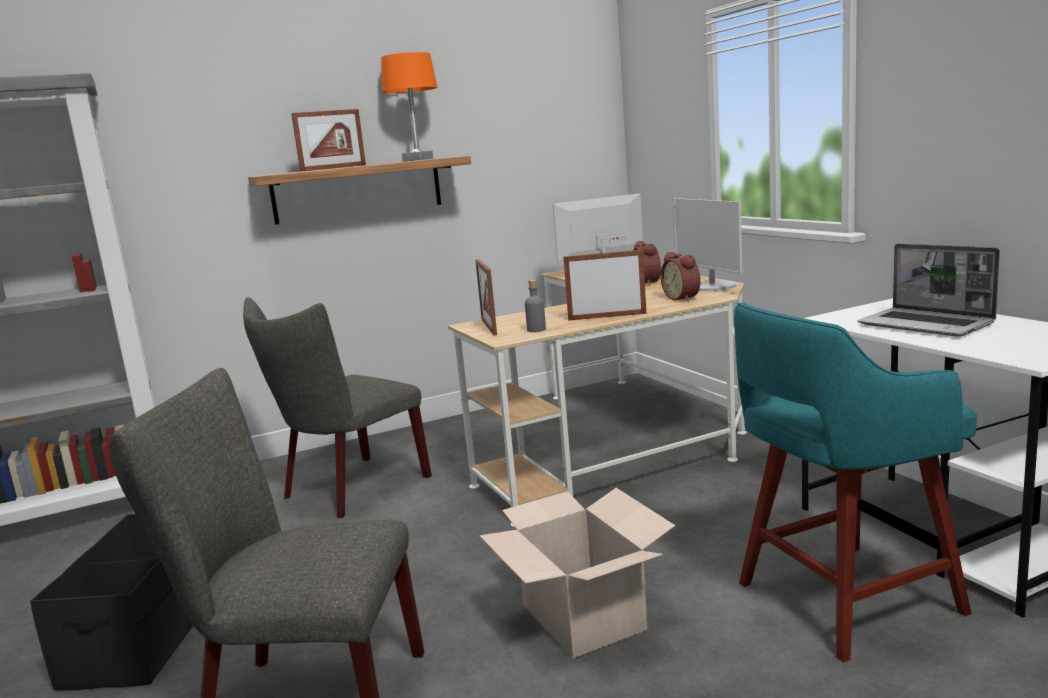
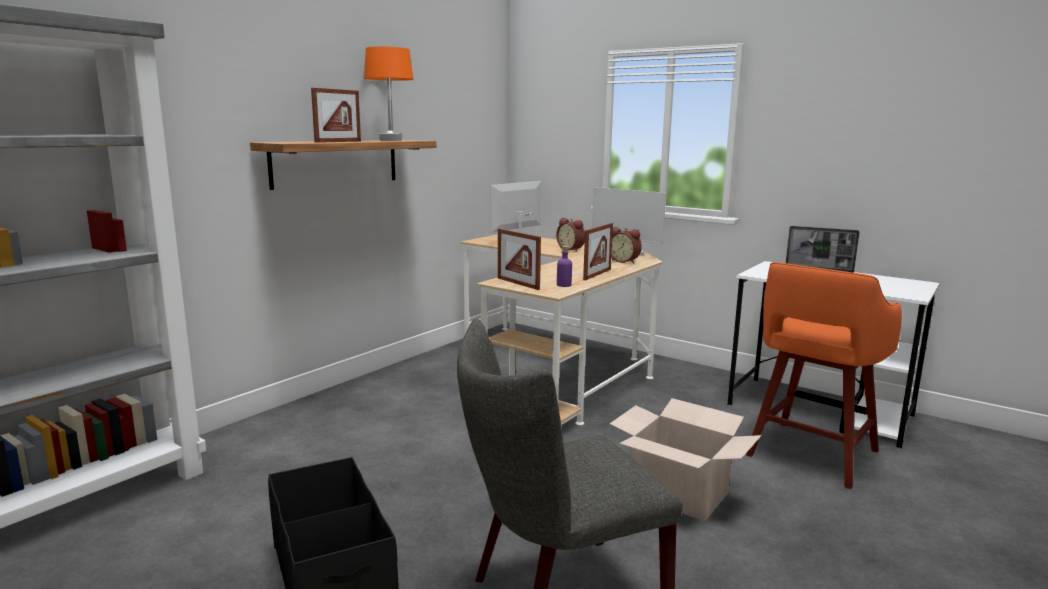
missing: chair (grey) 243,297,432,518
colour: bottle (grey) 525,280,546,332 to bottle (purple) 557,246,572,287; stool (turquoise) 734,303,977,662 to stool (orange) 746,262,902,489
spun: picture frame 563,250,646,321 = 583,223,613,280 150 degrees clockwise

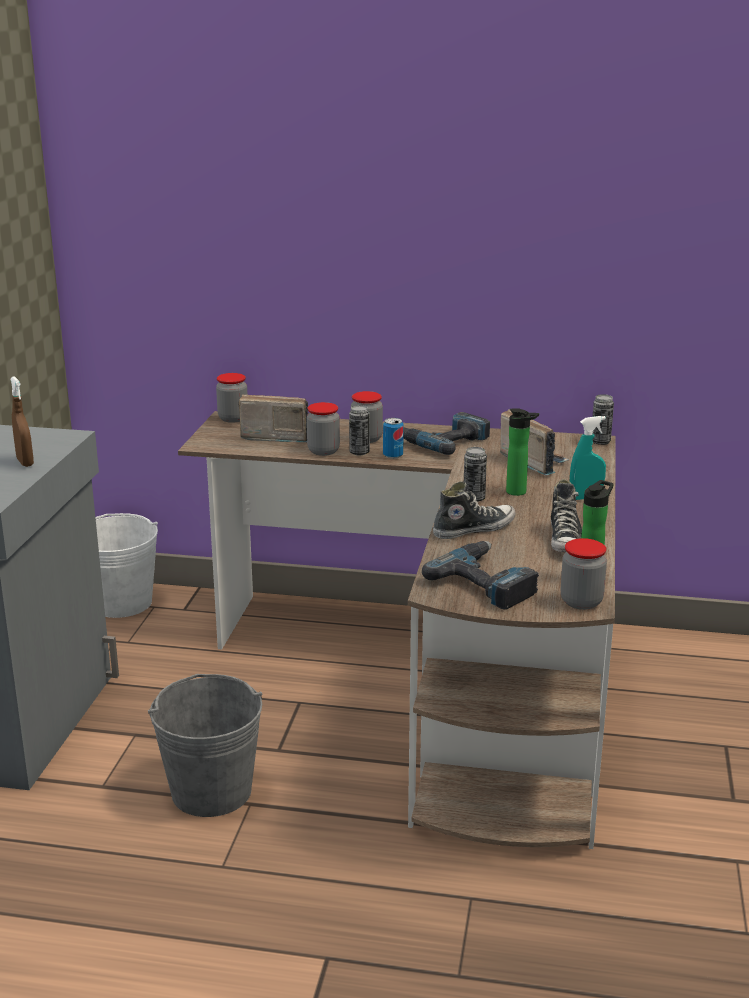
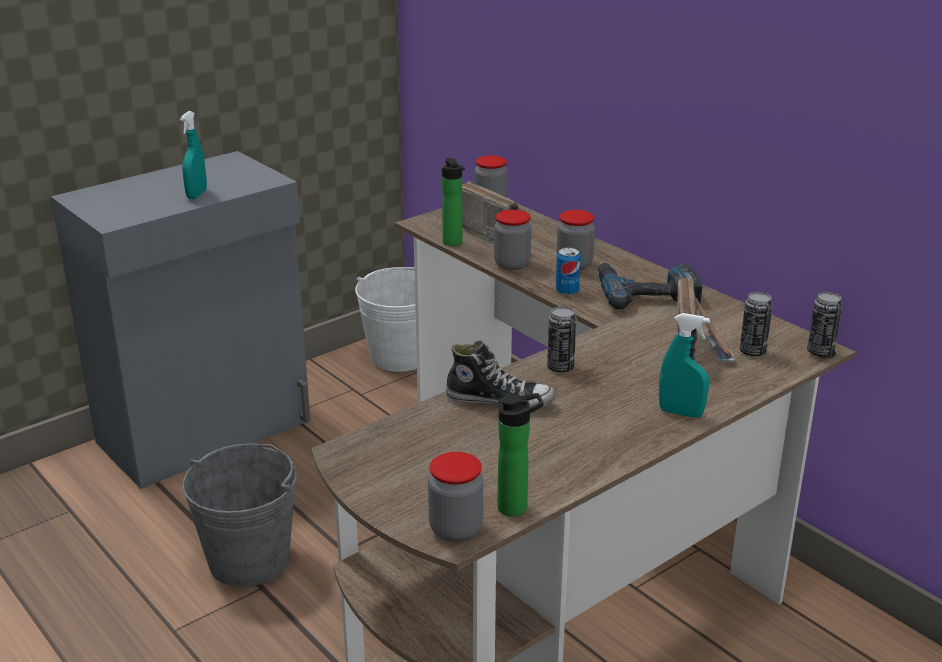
missing: power drill 422,541,539,609; shoe 551,479,582,552
relocated: can 349,405,370,455 to 740,292,773,356; bottle 506,408,539,496 to 442,158,465,246
colour: spray bottle (brown) 10,376,34,467 to spray bottle (turquoise) 180,111,207,199

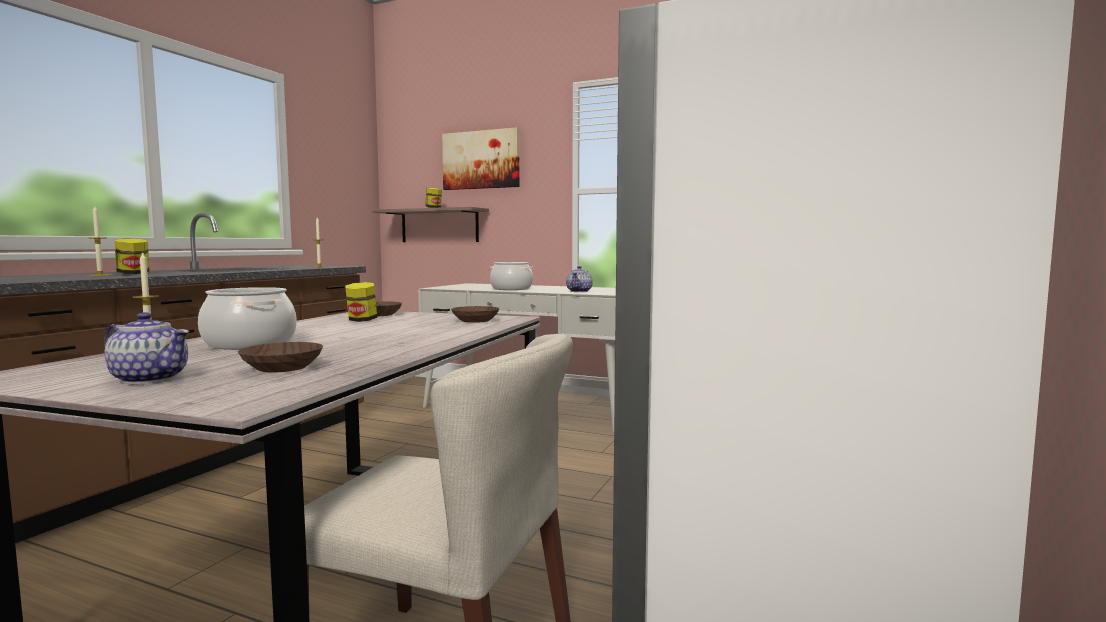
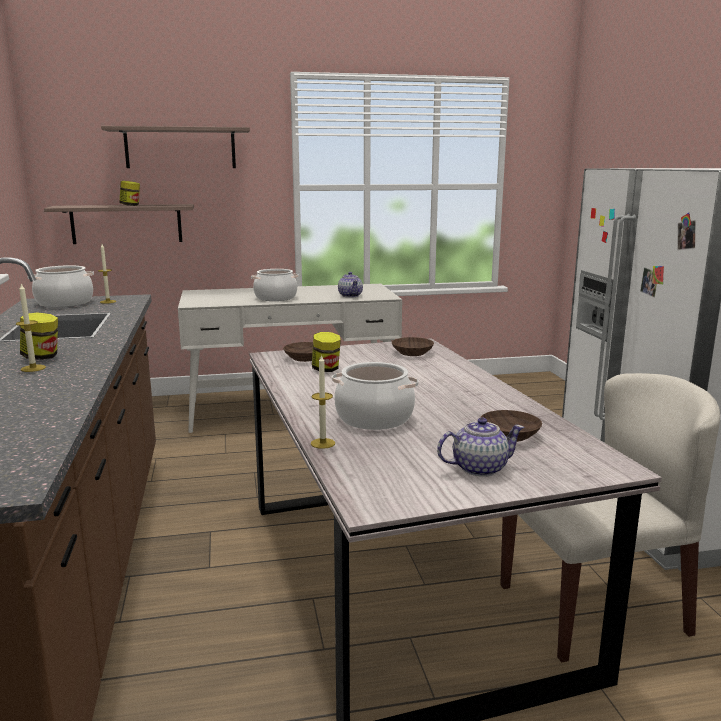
appeared: cooking pot 28,266,94,307
exchanged: picture 442,127,520,190 to shelf 101,126,250,168

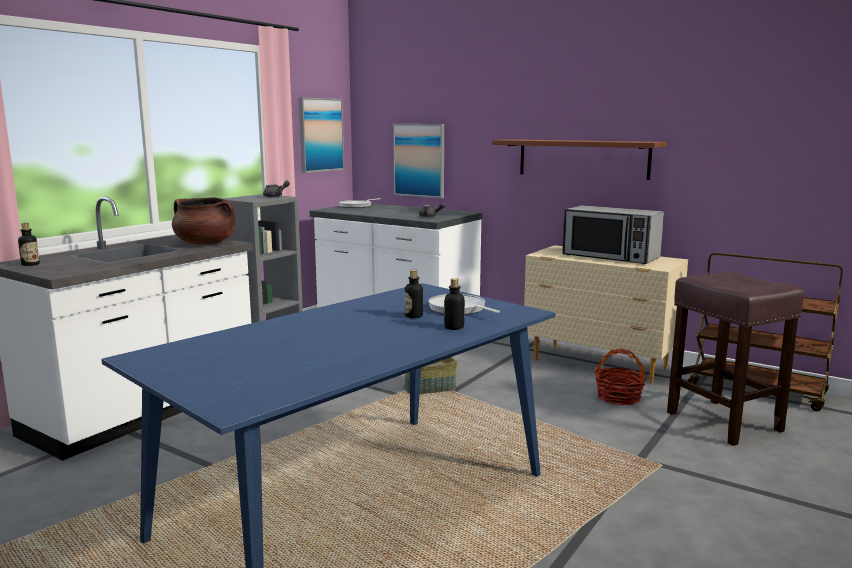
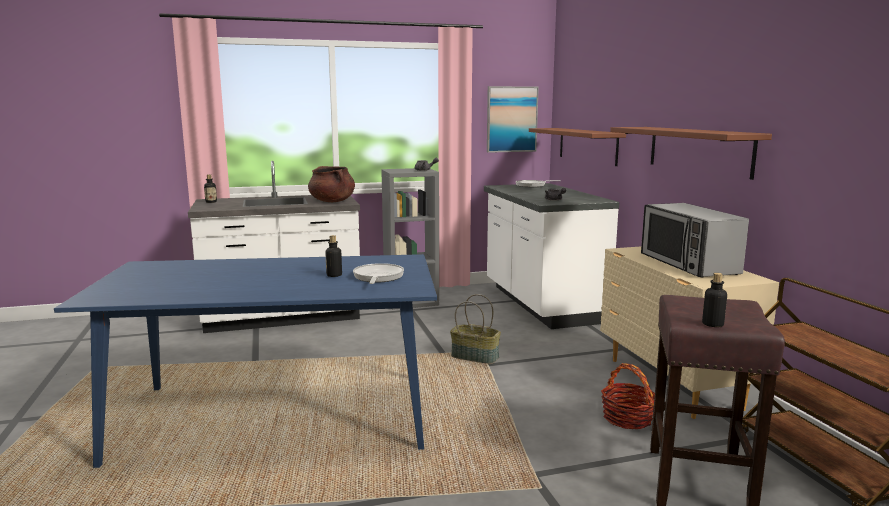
relocated: bottle 444,278,465,330 to 702,273,727,327
exchanged: picture 393,124,444,198 to shelf (brown) 529,128,626,166

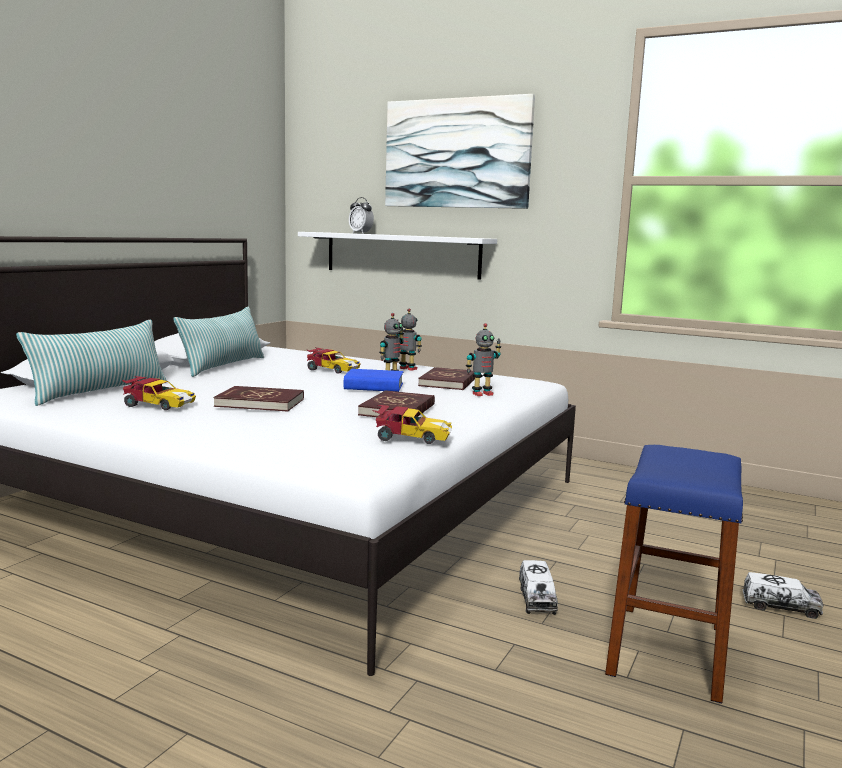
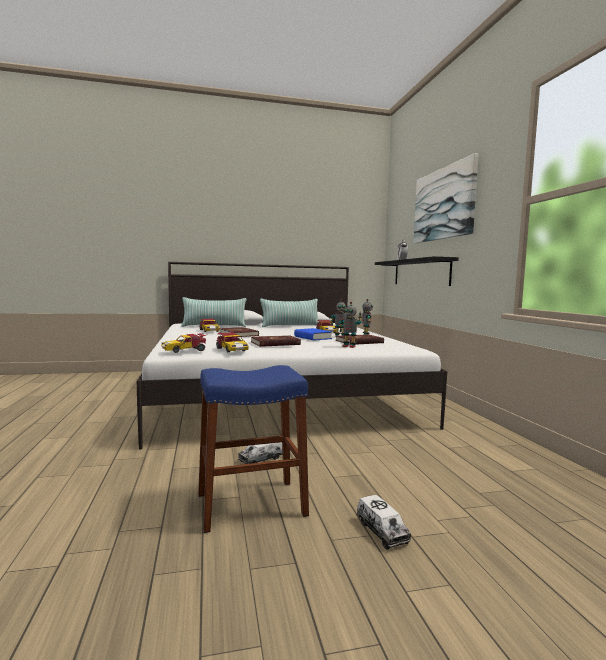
appeared: toy car 161,333,206,353
colour: shelf (white) 298,232,497,280 to shelf (black) 375,256,459,286

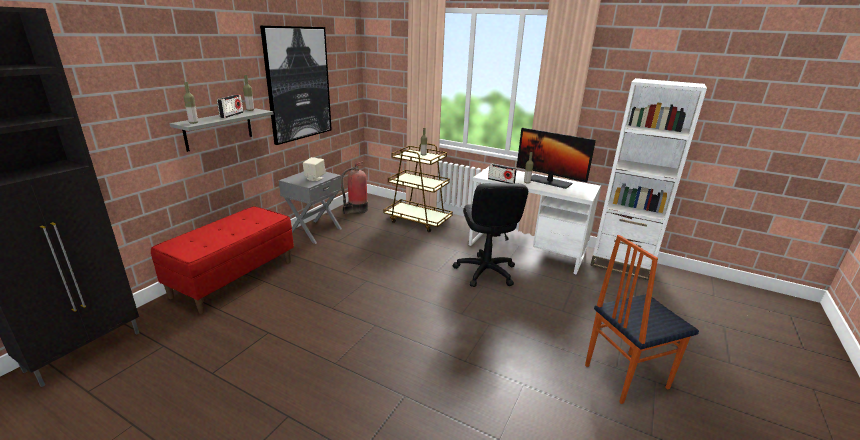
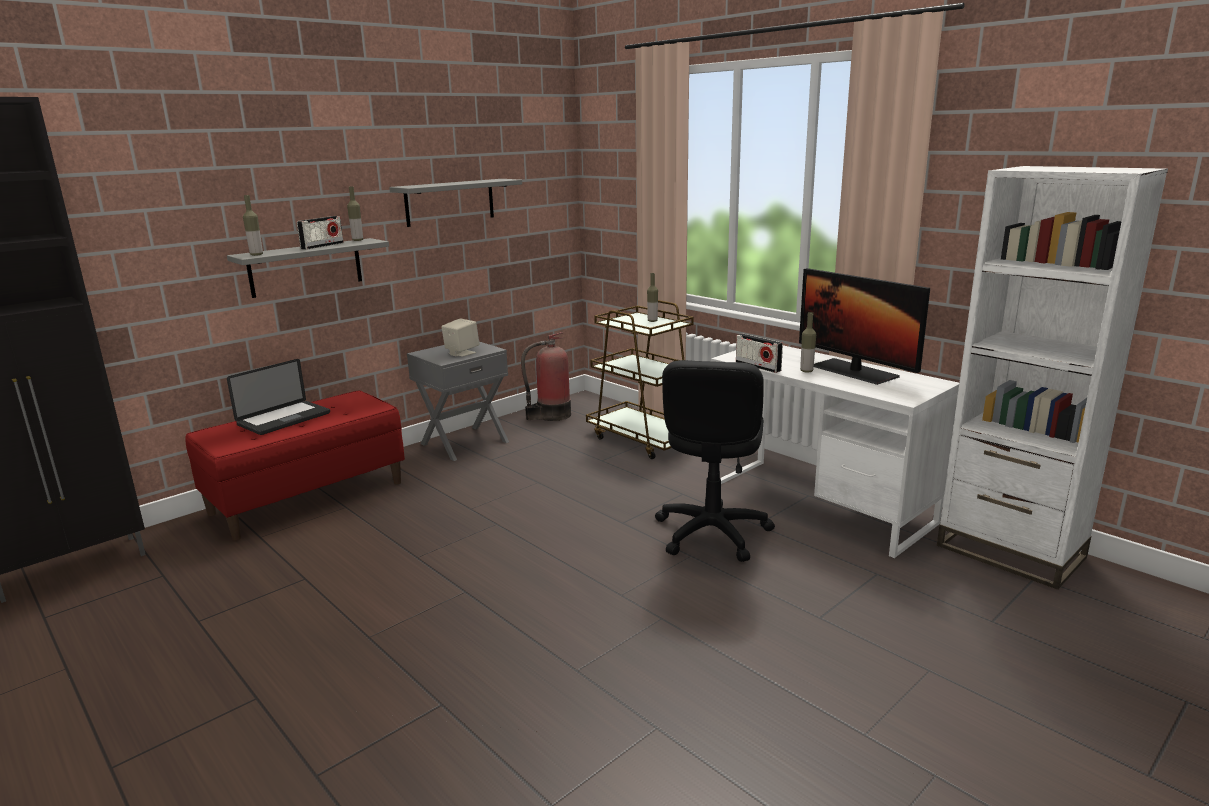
missing: chair 585,235,699,404
appeared: laptop 227,359,330,435
exchanged: picture 260,26,332,145 to shelf (grey) 389,179,522,227

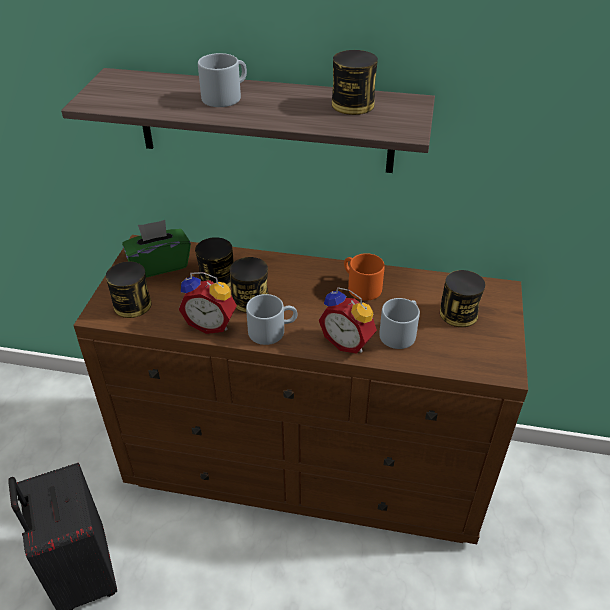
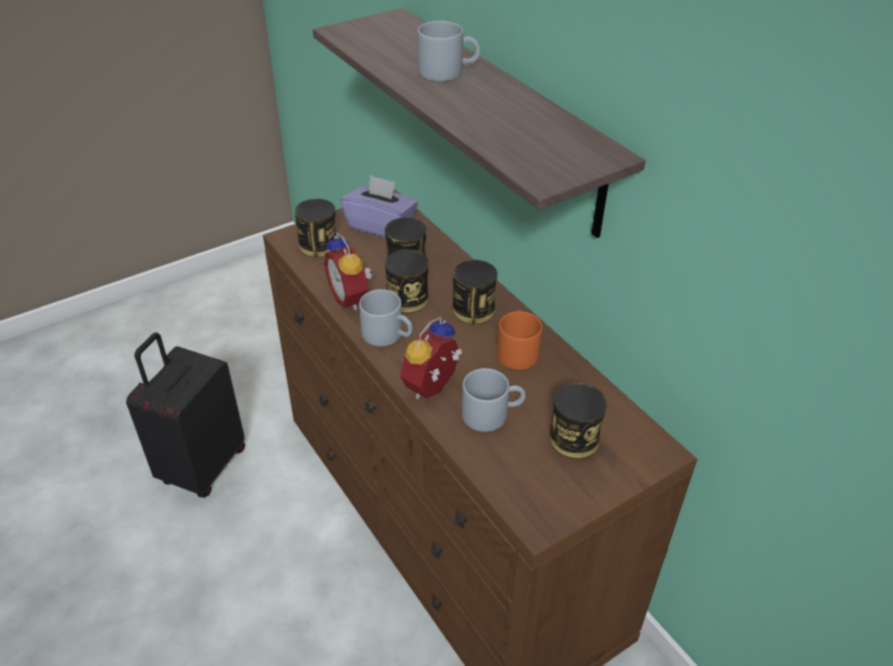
relocated: can 332,50,378,115 to 453,260,498,324
colour: tissue box (green) 122,220,191,278 to tissue box (purple) 341,175,418,238
spun: alarm clock 319,287,377,353 = 400,317,462,399 45 degrees clockwise

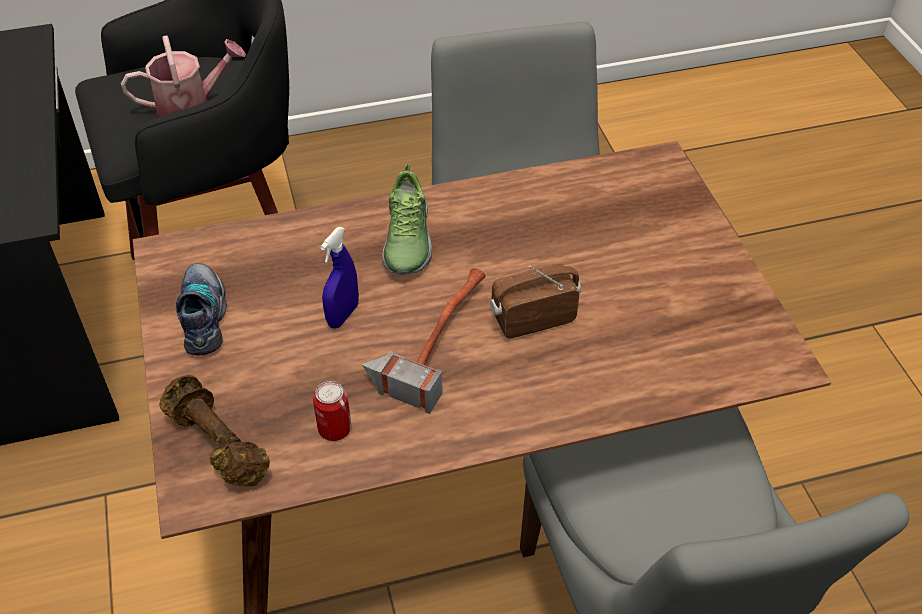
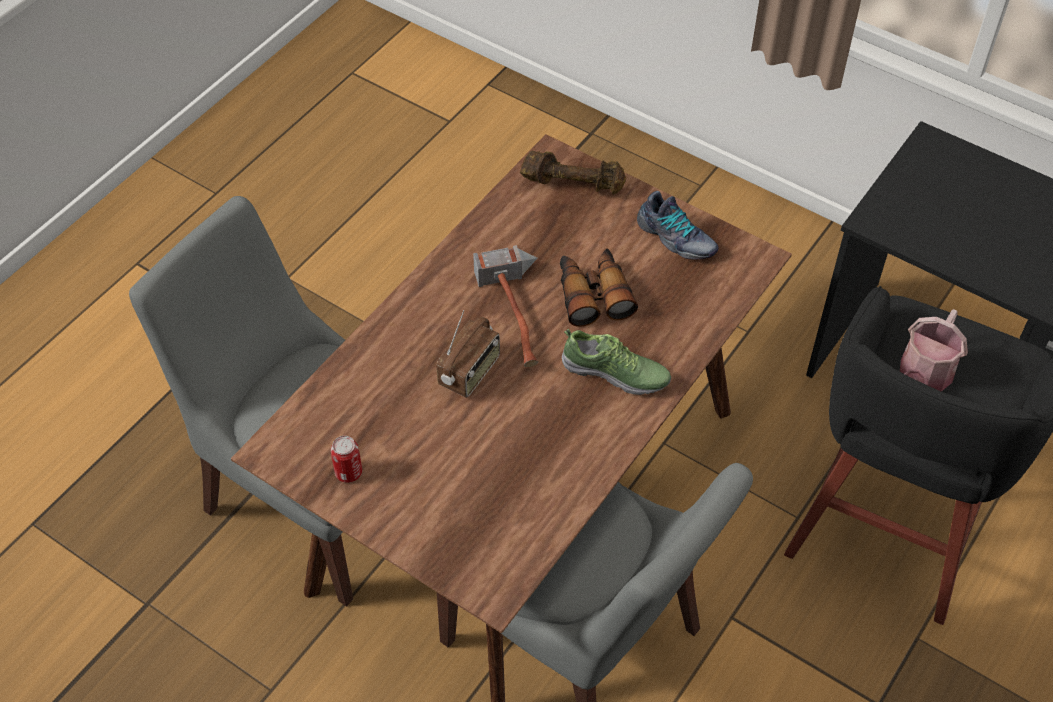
relocated: can 313,381,351,441 to 331,436,362,483
exchanged: spray bottle (blue) 320,227,359,329 to binoculars 560,249,638,327
spun: shoe 382,164,432,275 = 562,329,671,395 150 degrees clockwise

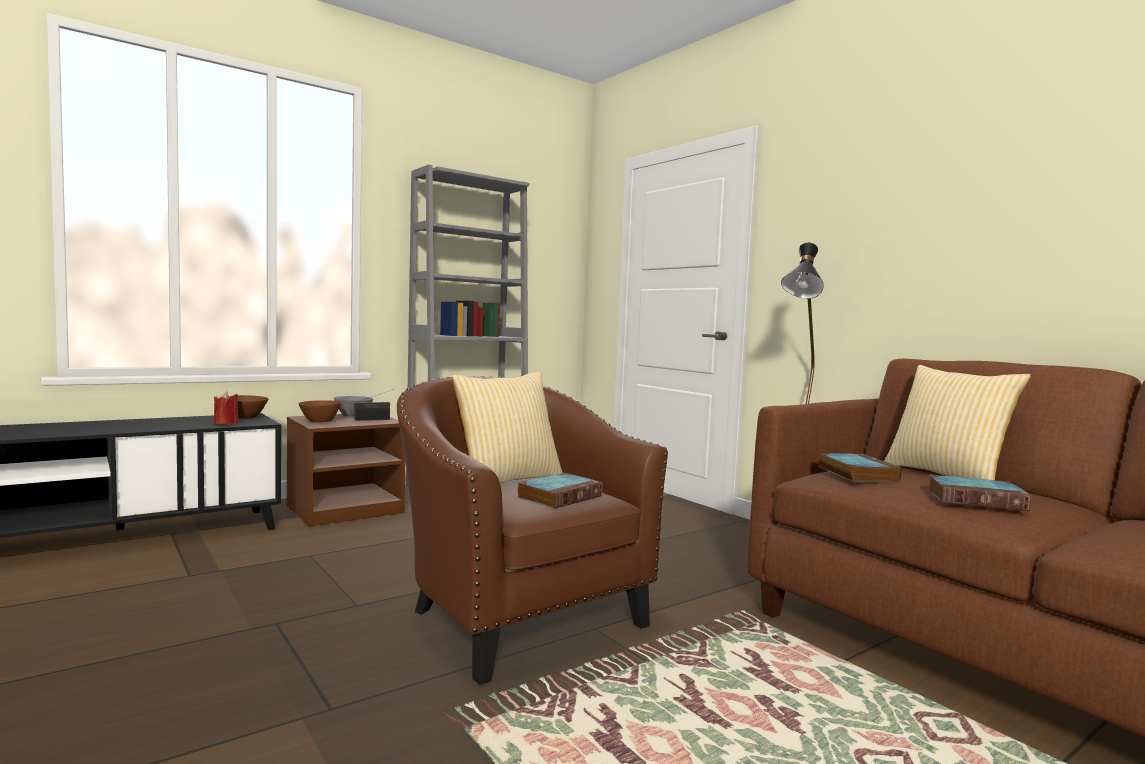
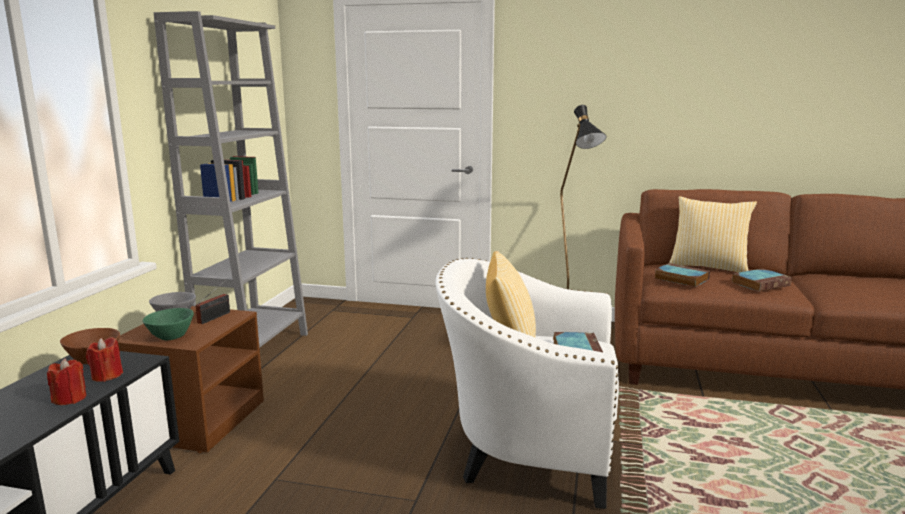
appeared: candle (red) 47,358,87,405
colour: bowl (brown) 299,400,342,422 to bowl (green) 143,308,194,340; armchair (brown) 397,376,668,685 to armchair (white) 435,258,619,509

